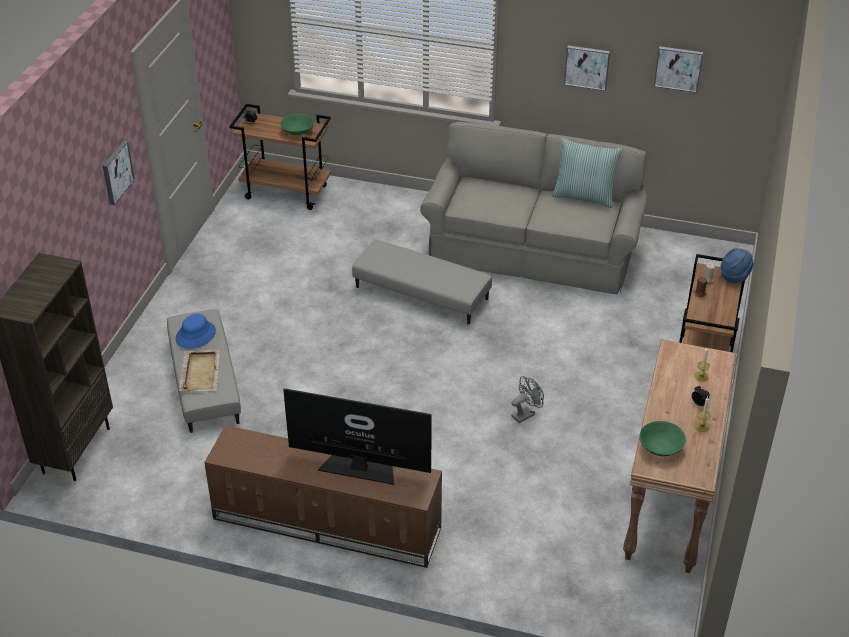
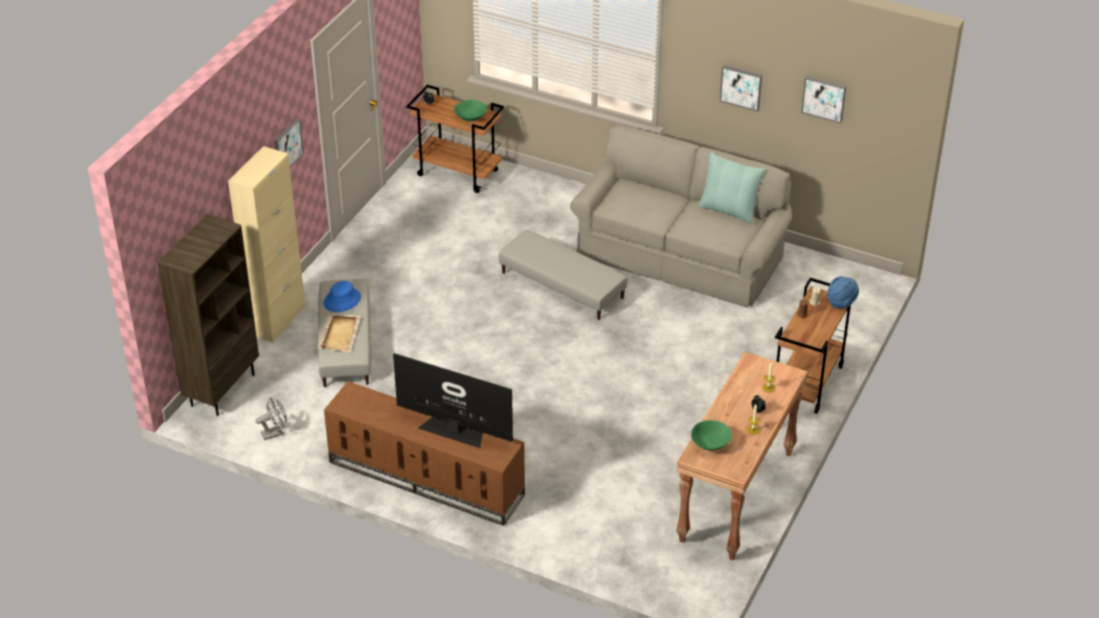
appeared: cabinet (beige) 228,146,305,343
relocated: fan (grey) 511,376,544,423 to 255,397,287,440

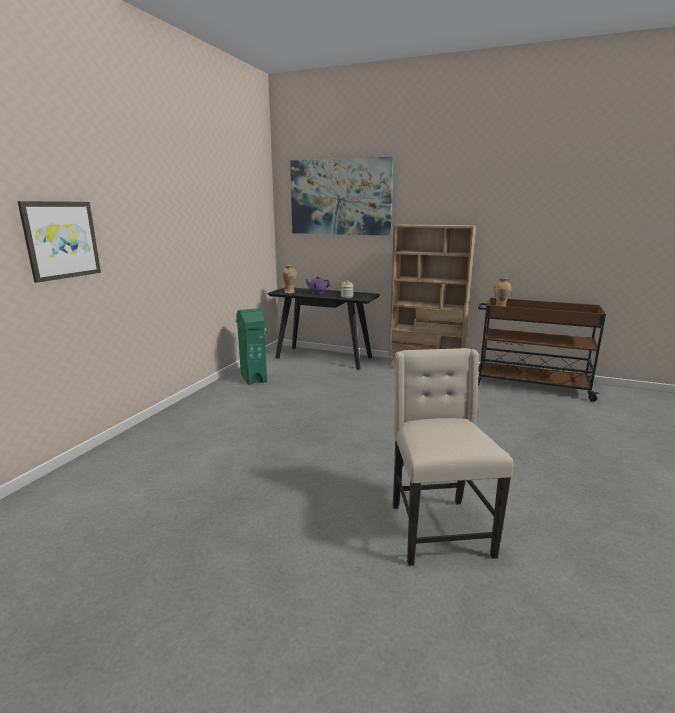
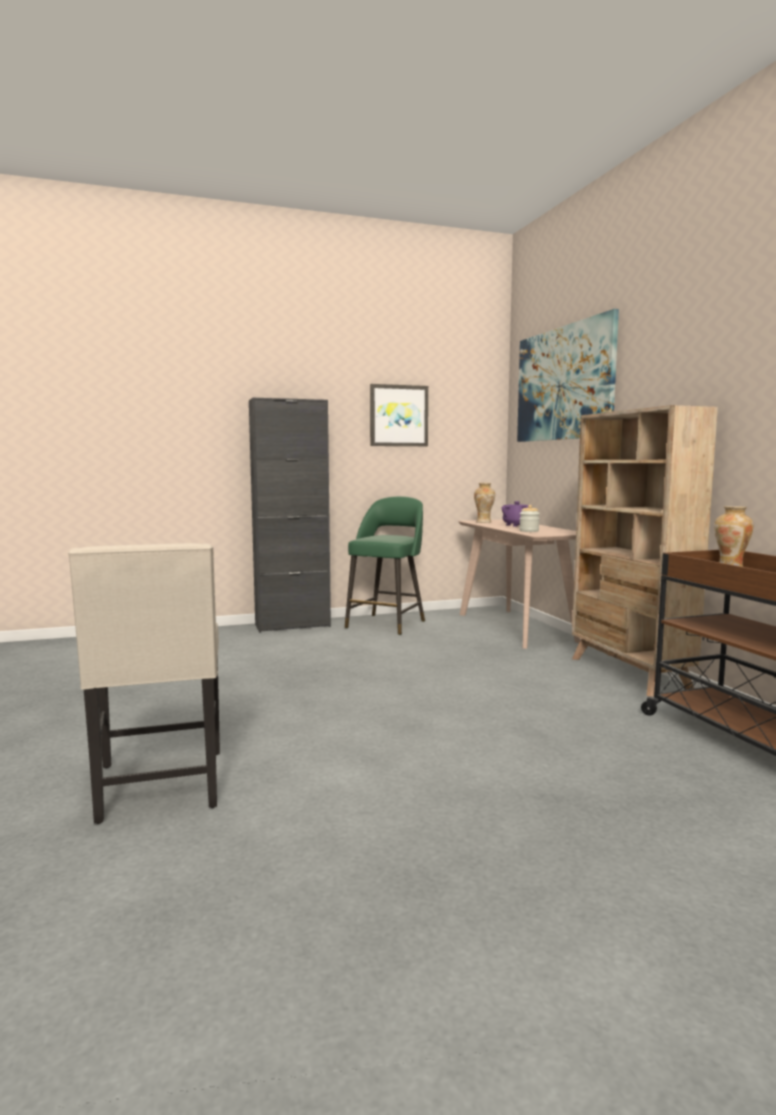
appeared: cabinet (black) 249,398,331,633
relocated: picture 18,201,101,283 to 370,384,428,446
exchanged: trash can (green) 236,308,267,385 to stool (green) 345,496,425,635
colour: console table (black) 267,287,380,370 to console table (beige) 458,519,581,649
spun: chair (beige) 393,348,513,565 = 68,543,220,824 120 degrees clockwise

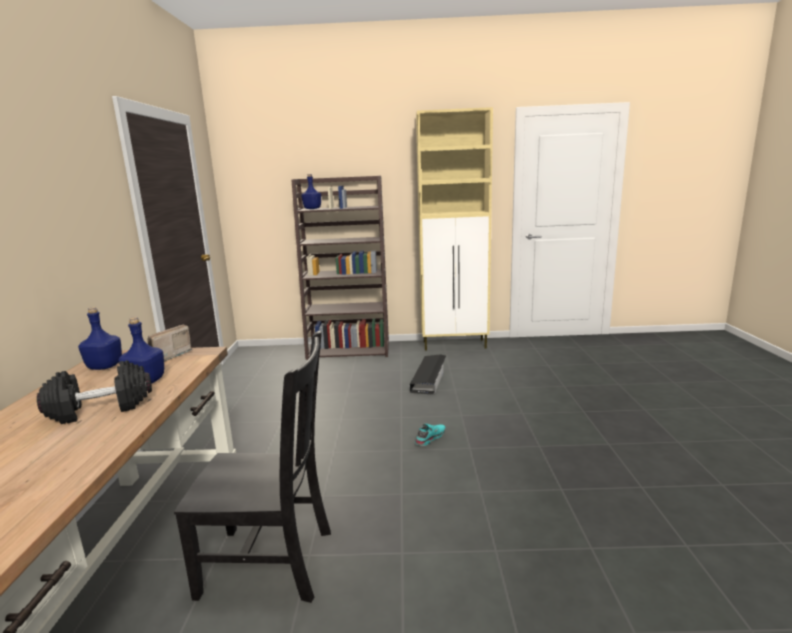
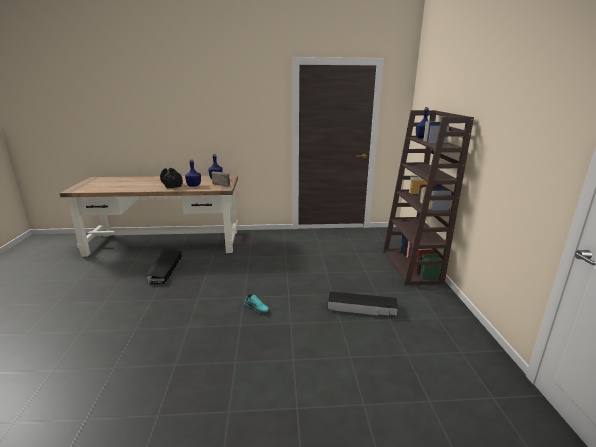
missing: cabinet (beige) 416,107,493,350
exchanged: chair (black) 174,331,331,603 to storage box (black) 145,249,182,284

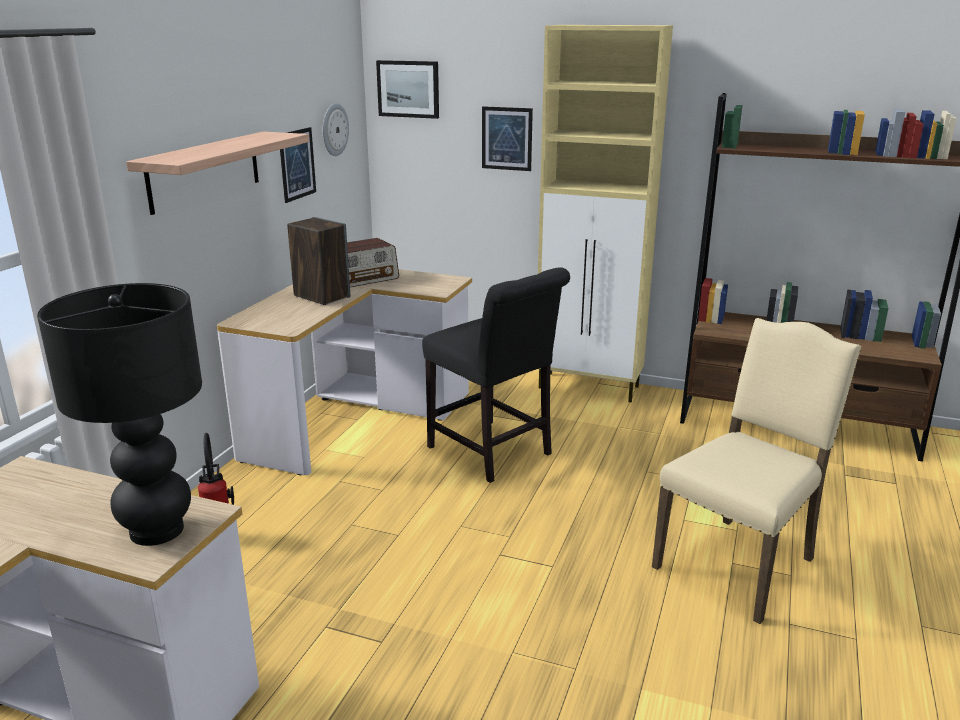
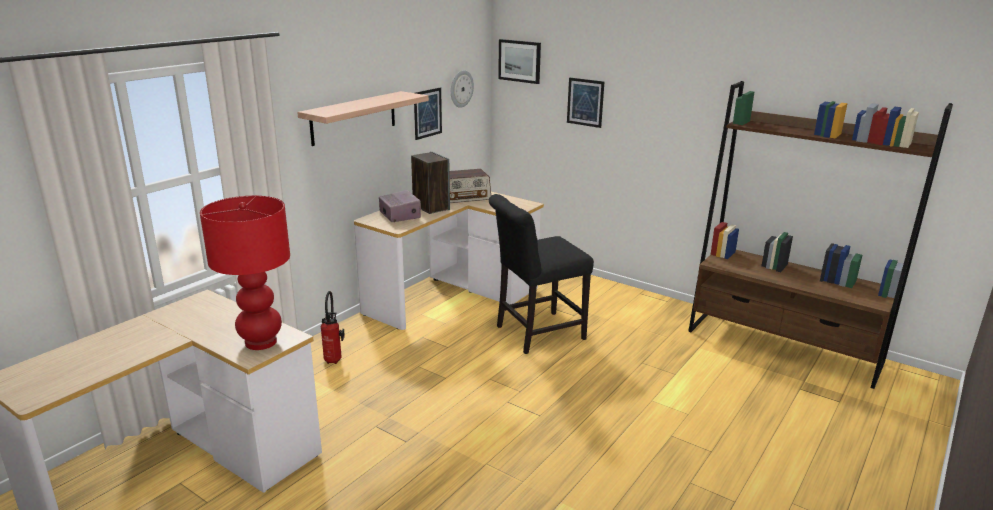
missing: cabinet (beige) 538,25,673,402; chair (beige) 652,318,861,624
appeared: radio 379,190,421,222
colour: table lamp (black) 37,283,202,546 to table lamp (red) 200,196,290,350
spun: chair (black) 422,267,570,483 = 489,194,594,354 90 degrees clockwise

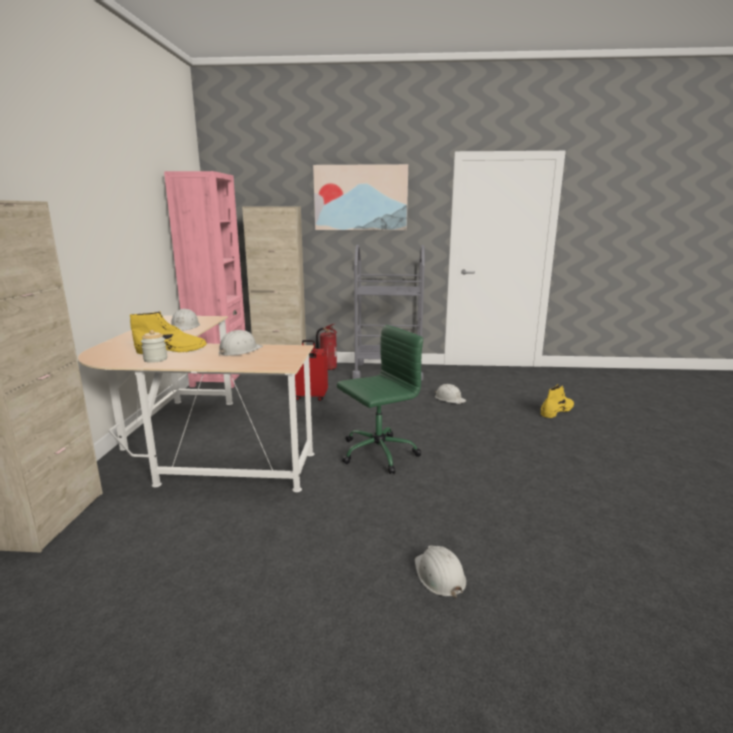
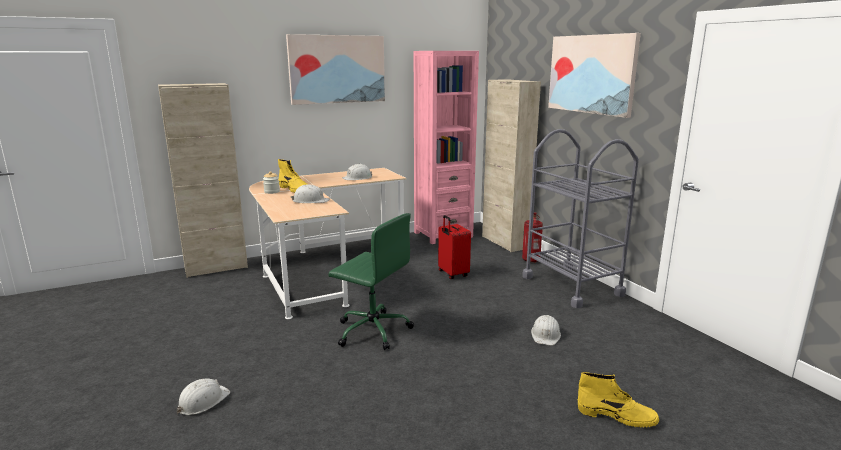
appeared: picture 286,34,385,105

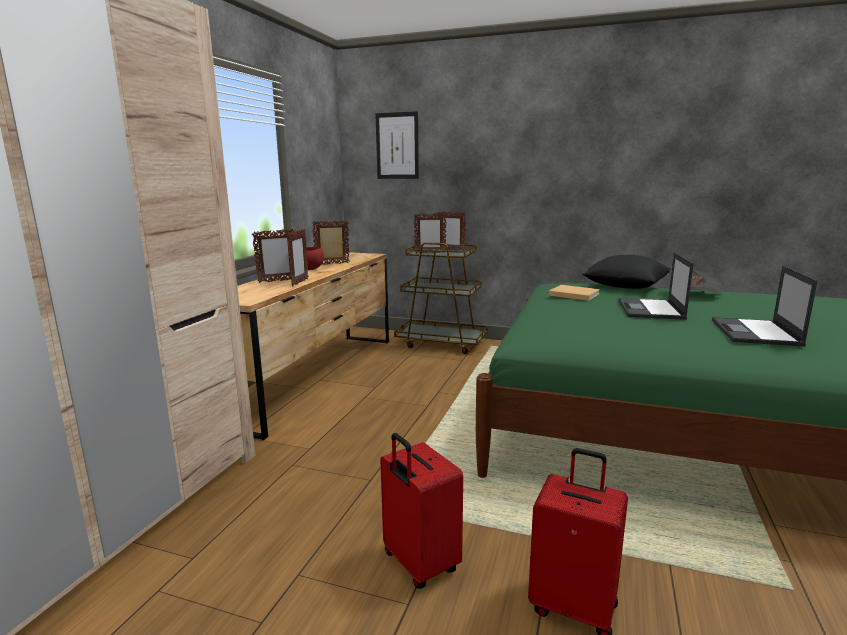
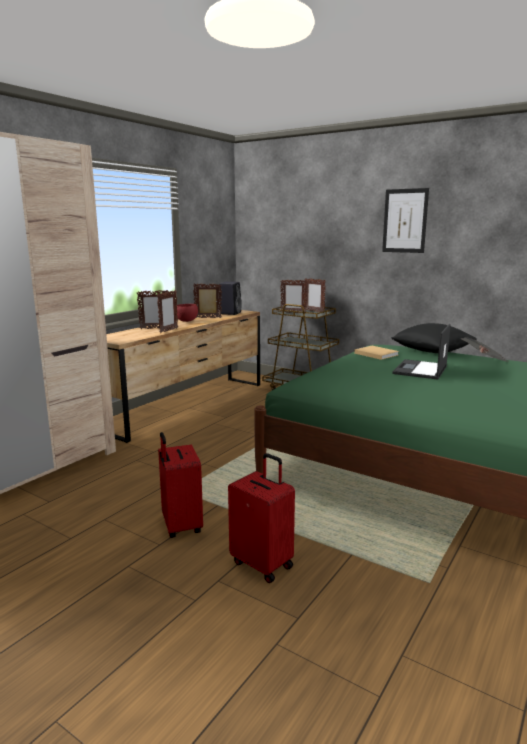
missing: laptop 712,266,817,347
appeared: speaker (black) 220,282,242,315
relocated: picture 375,111,419,179 to 382,188,429,253

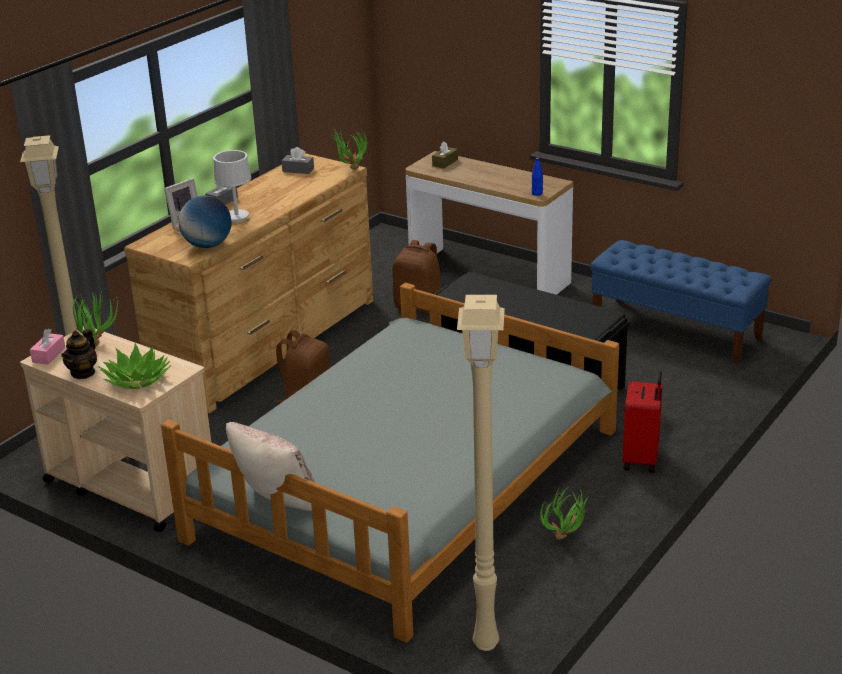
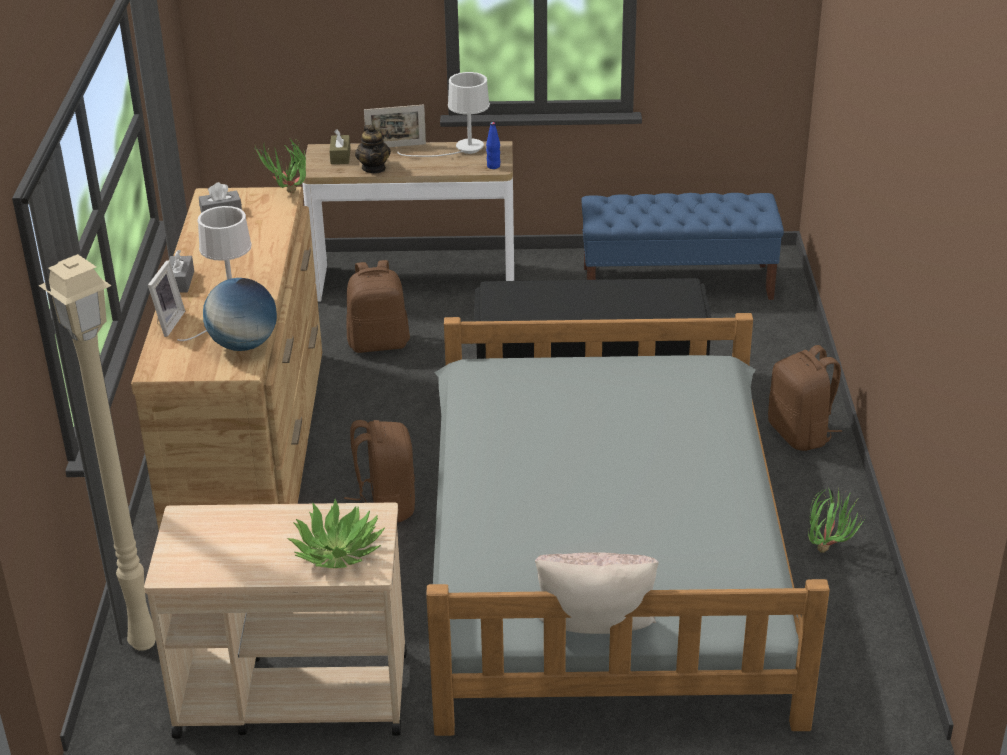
missing: tissue box (pink) 30,328,66,365; potted plant 73,291,118,347; floor lamp (beige) 457,295,505,651
appeared: picture frame 364,104,426,147; table lamp (white) 397,72,490,157
relocated: teapot 62,329,97,379 to 355,125,391,173
exchanged: suitcase (red) 623,371,663,473 to backpack (brown) 768,345,842,451

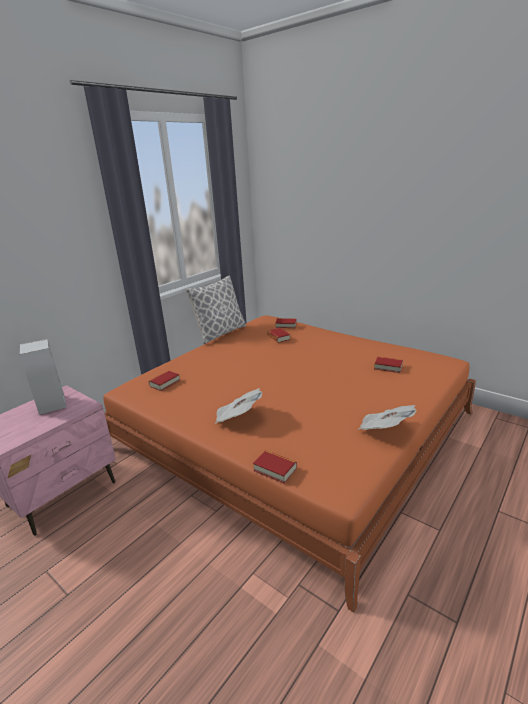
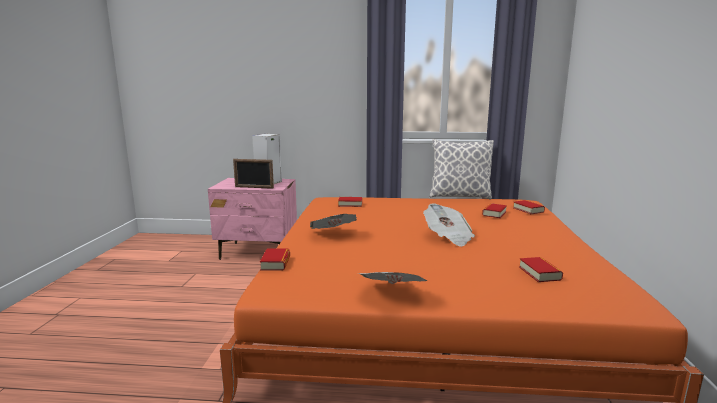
appeared: picture frame 233,159,274,189; newspaper 423,203,475,247

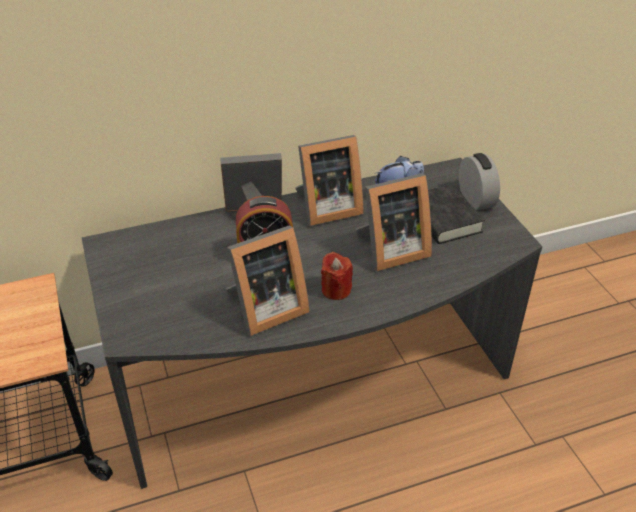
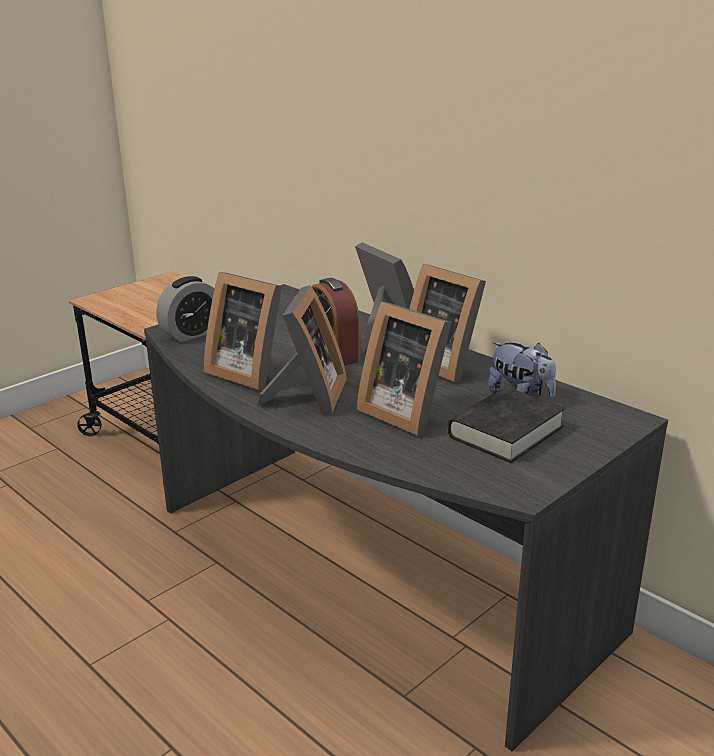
relocated: alarm clock 459,153,500,210 to 156,276,214,342
exchanged: candle (red) 321,252,353,300 to picture frame 257,285,347,415

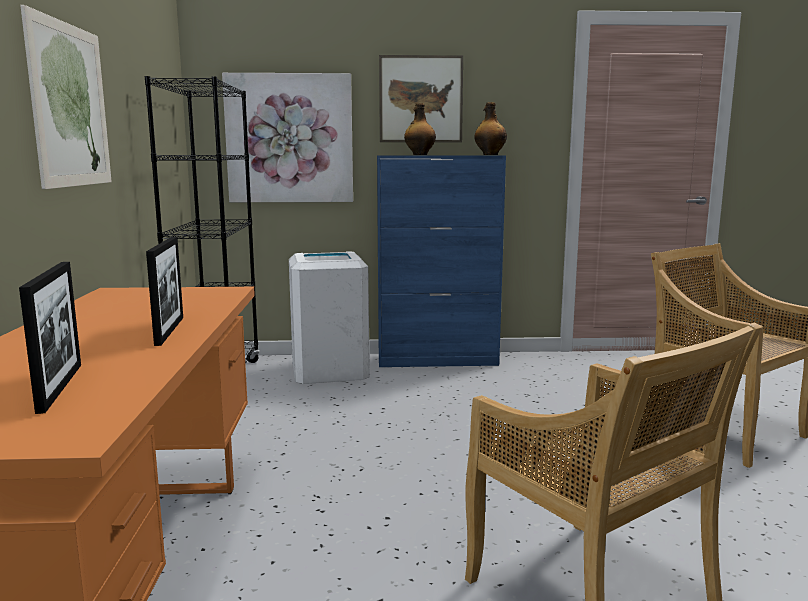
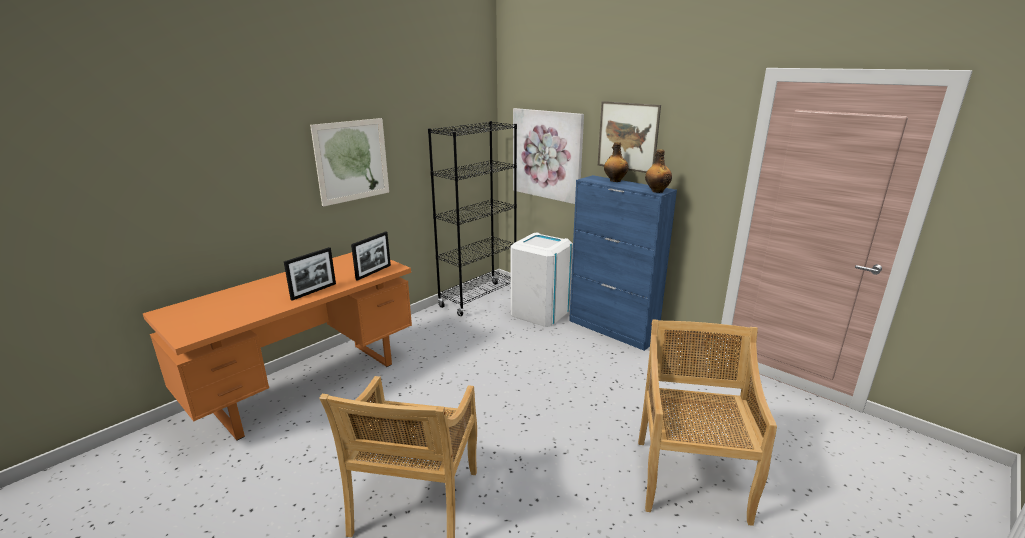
relocated: picture frame 19,262,81,414 to 351,231,391,281

